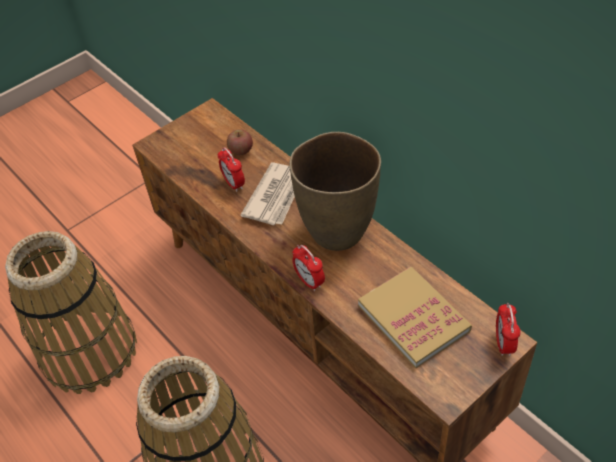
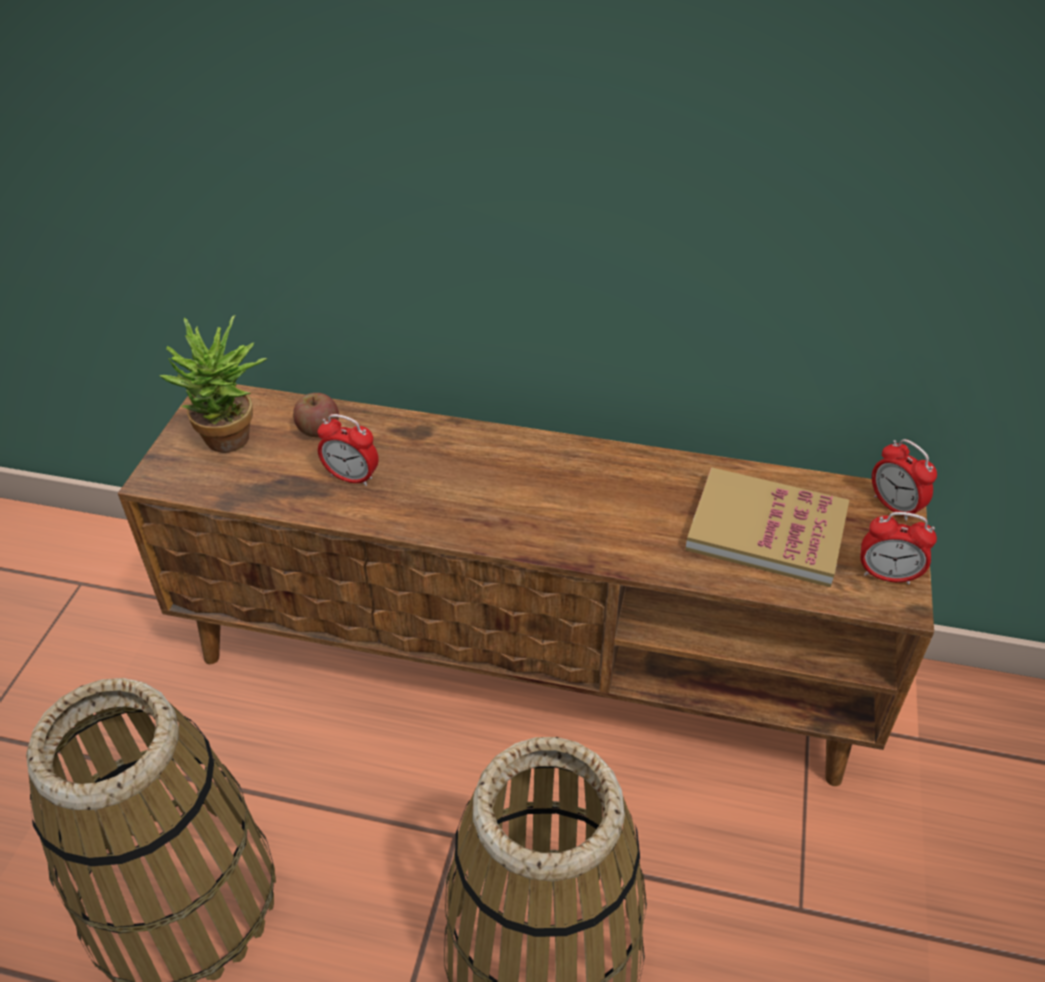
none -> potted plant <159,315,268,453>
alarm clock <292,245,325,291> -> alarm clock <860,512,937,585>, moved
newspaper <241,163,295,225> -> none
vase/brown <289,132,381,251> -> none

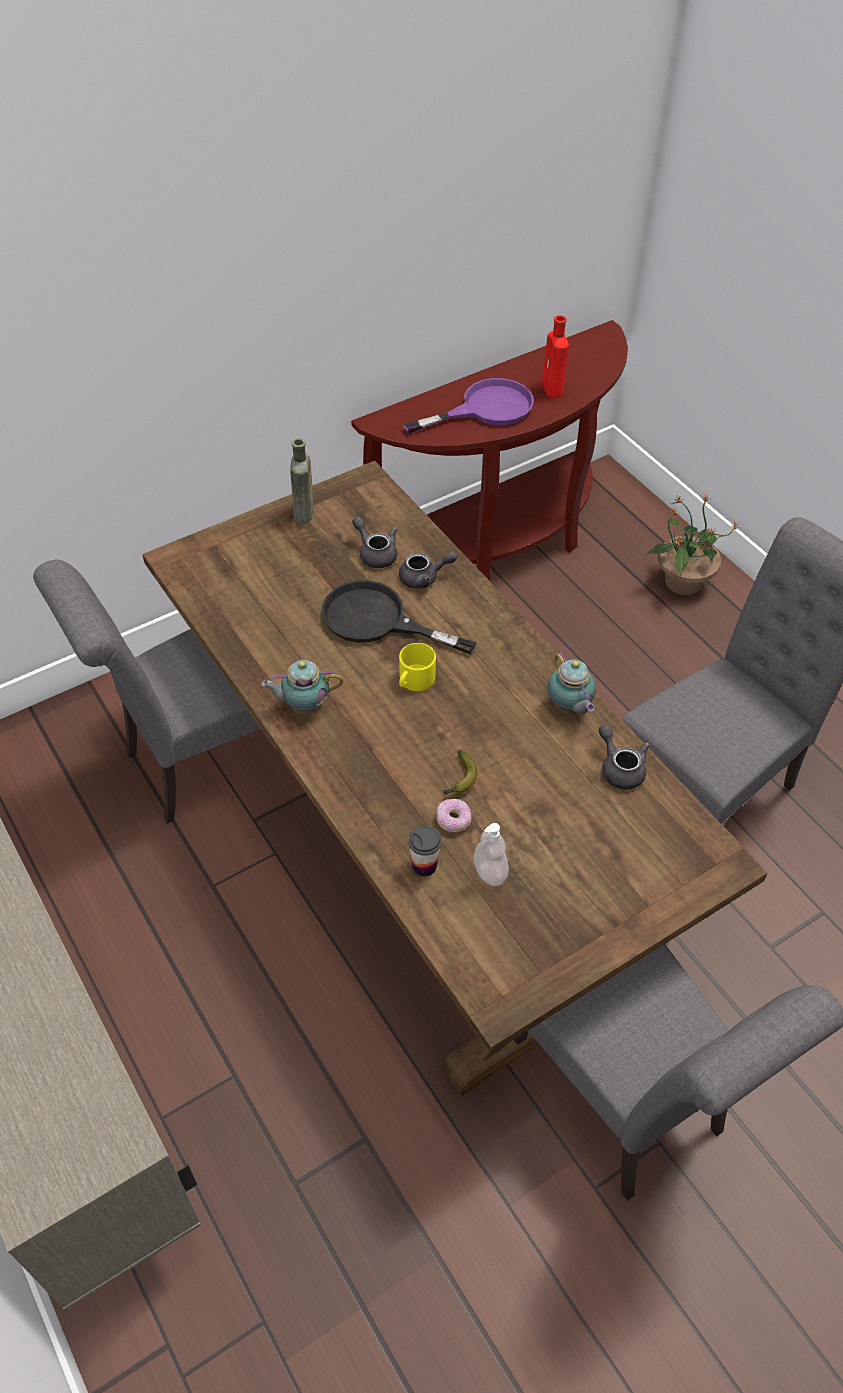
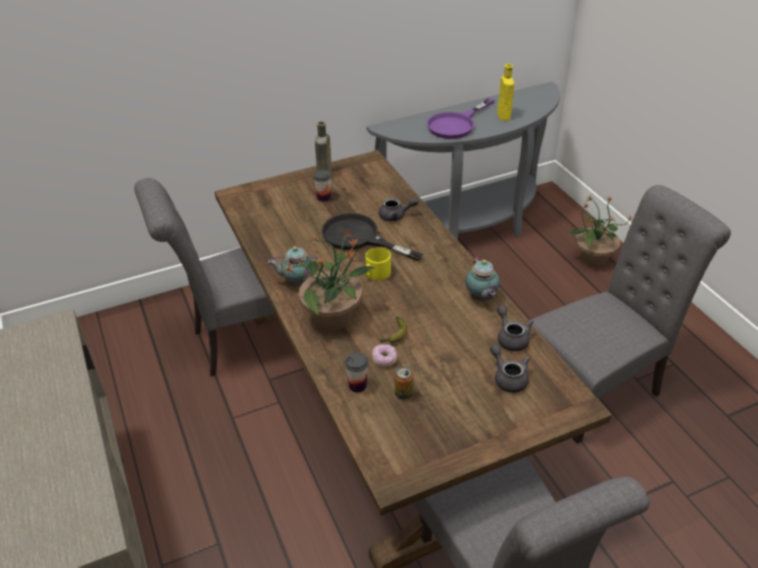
none -> potted plant <284,229,376,331>
none -> cup <313,170,331,202>
console table/brown <351,320,628,581> -> console table/grey <367,82,560,240>
soap dispenser <474,823,509,886> -> can <394,367,413,400>
frying pan/purple <403,378,534,434> -> frying pan/purple <427,98,495,139>, 150 degrees clockwise
teapot/grey <352,517,397,568> -> teapot/grey <490,344,530,393>, moved
bottle/red <542,315,569,398> -> bottle/yellow <497,64,514,121>

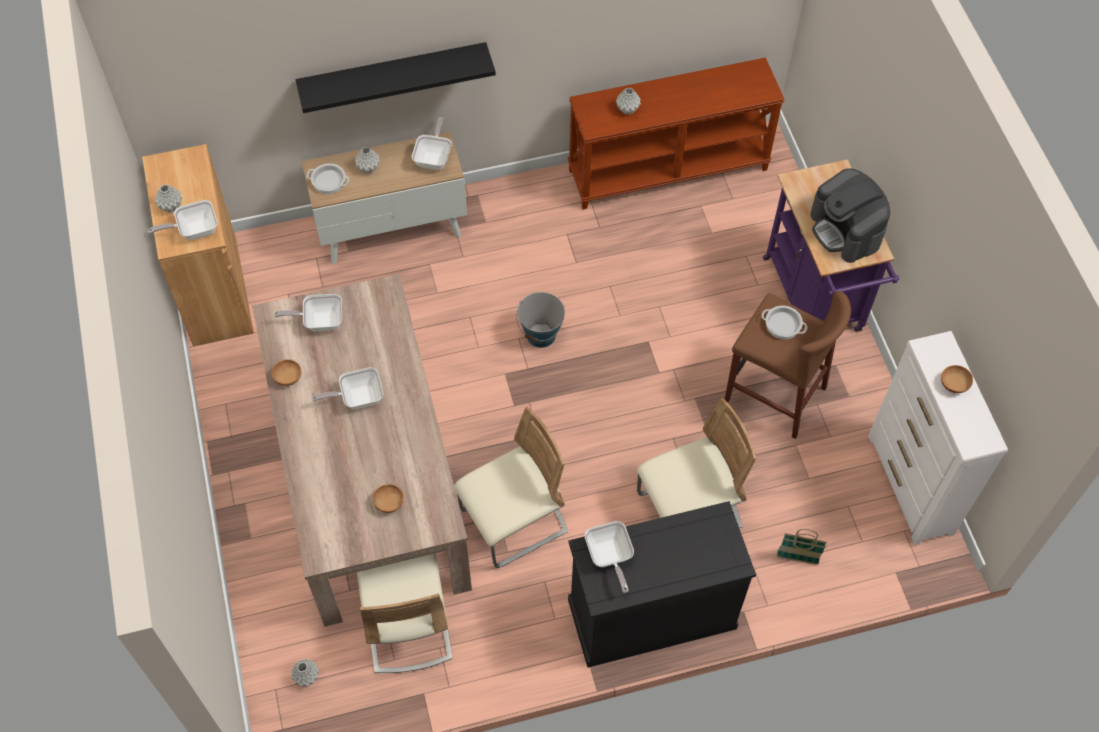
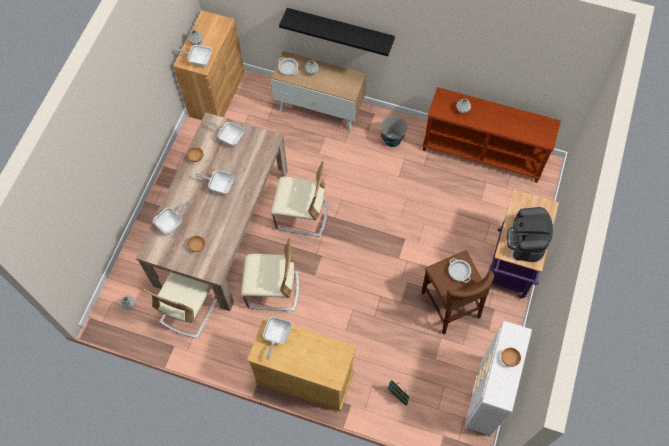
frying pan <412,117,452,170> -> frying pan <153,202,190,234>, moved
cabinet/black <568,501,756,668> -> cabinet/beige <247,317,357,411>
chair/beige <637,398,756,528> -> chair/beige <271,161,328,237>, moved
bucket <516,292,565,348> -> bucket <380,116,408,147>, moved

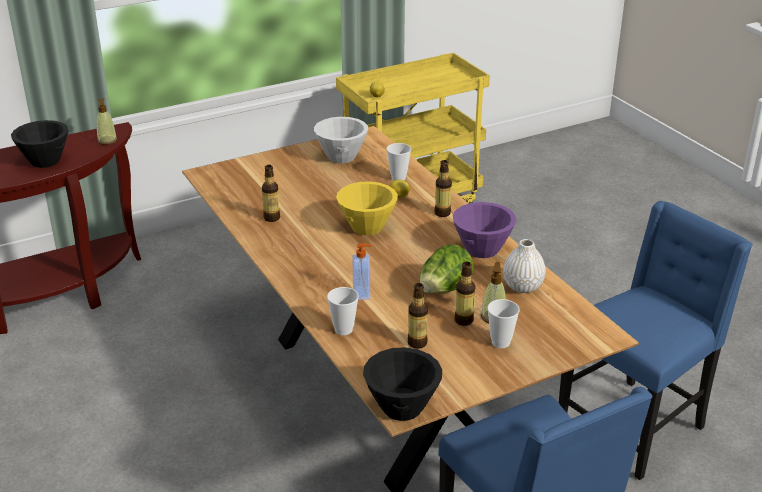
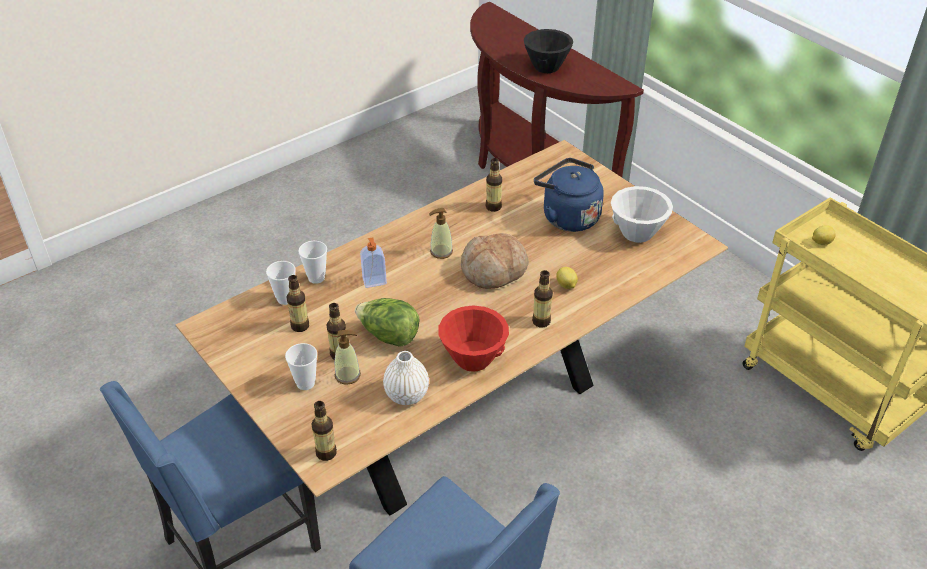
cup <386,143,411,181> -> cup <266,261,296,305>, moved
none -> bottle <312,401,337,461>
soap dispenser <97,98,117,145> -> soap dispenser <429,208,453,259>, moved
bowl/purple <453,202,517,258> -> bowl/red <439,305,509,372>
bowl/yellow <336,181,398,235> -> bread <461,233,529,289>
none -> kettle/blue <534,158,604,232>
bowl/black <363,347,442,421> -> none

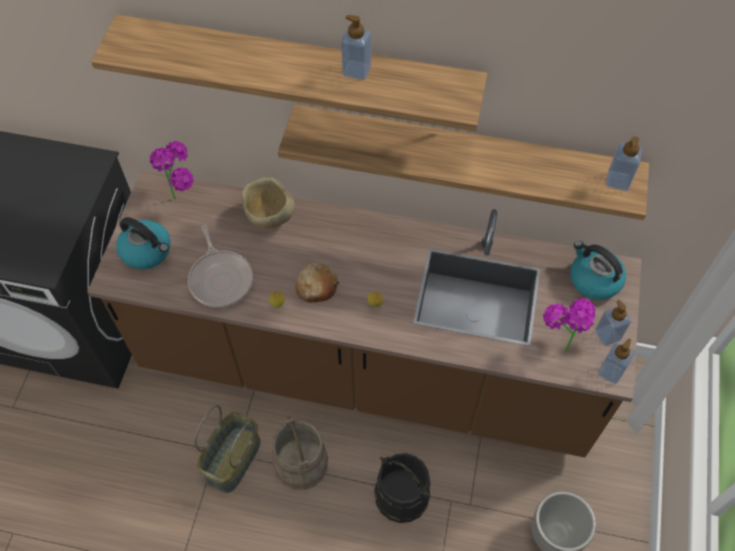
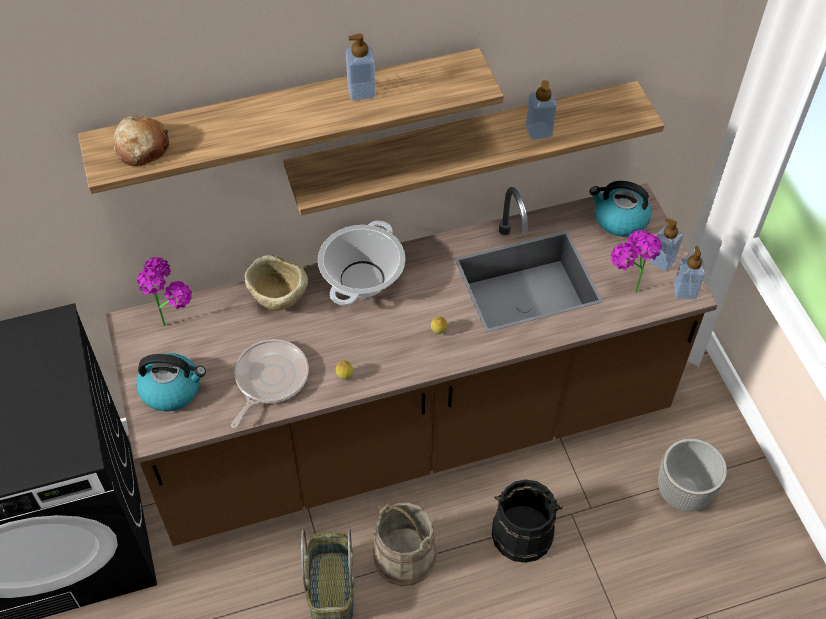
bread <295,263,339,303> -> bread <114,116,169,166>, moved
frying pan <188,225,253,308> -> frying pan <231,339,309,428>, 105 degrees counterclockwise
none -> cooking pot <318,221,405,305>
soap dispenser <606,136,642,191> -> soap dispenser <525,80,557,140>, moved

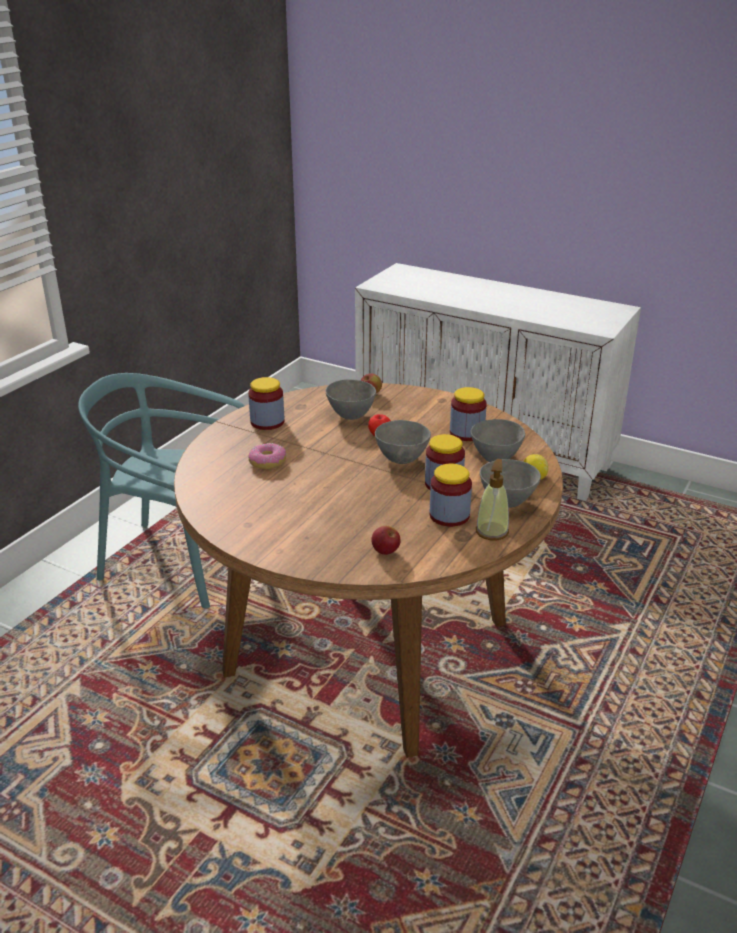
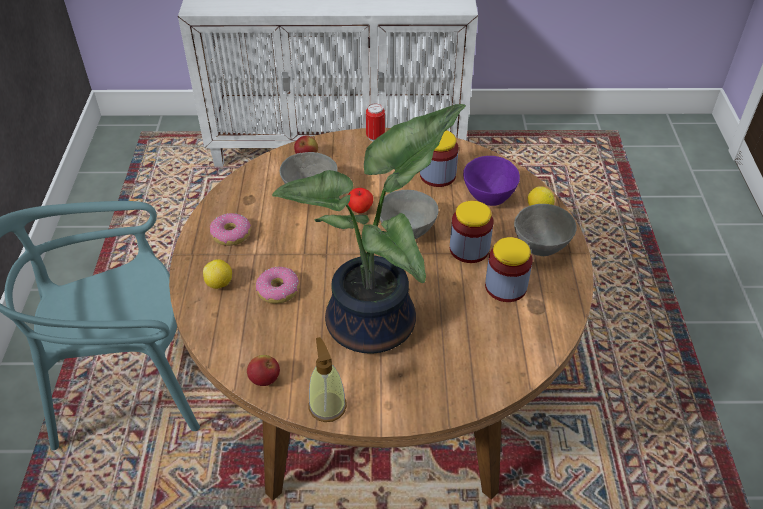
none -> lemon <203,259,232,289>
jar <248,377,284,430> -> donut <210,213,251,246>
apple <371,526,401,555> -> apple <247,355,280,386>, moved
none -> potted plant <272,104,466,354>
soap dispenser <476,459,509,541> -> soap dispenser <308,337,347,422>, moved
none -> can <366,104,385,141>
bowl/grey <471,419,525,462> -> bowl/purple <463,156,520,206>

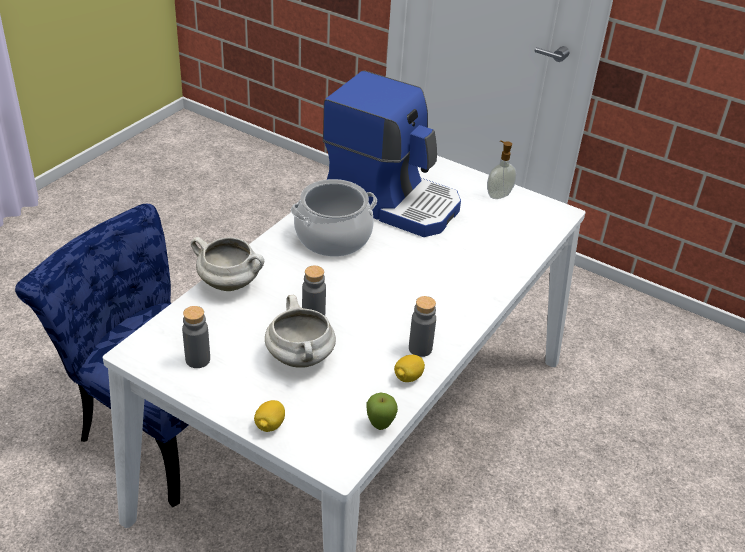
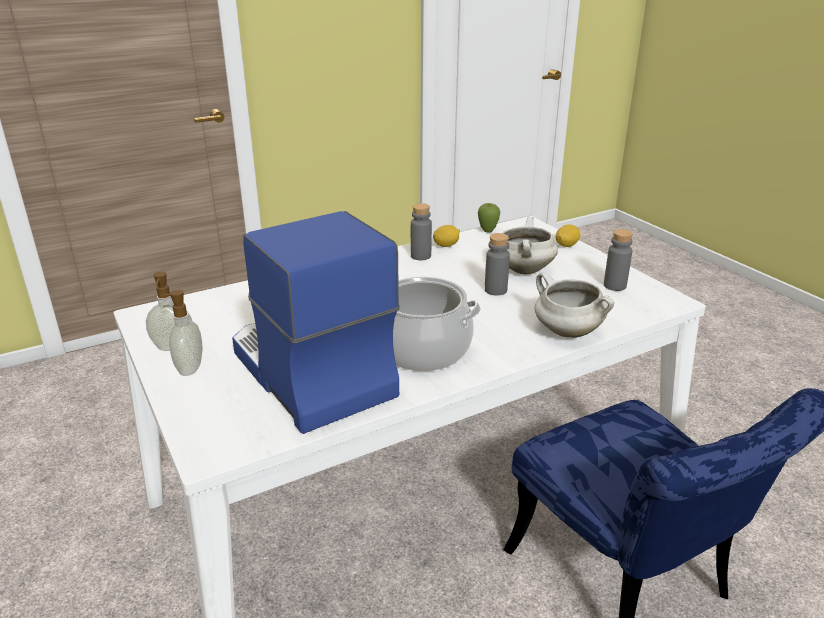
none -> soap dispenser <160,290,203,376>

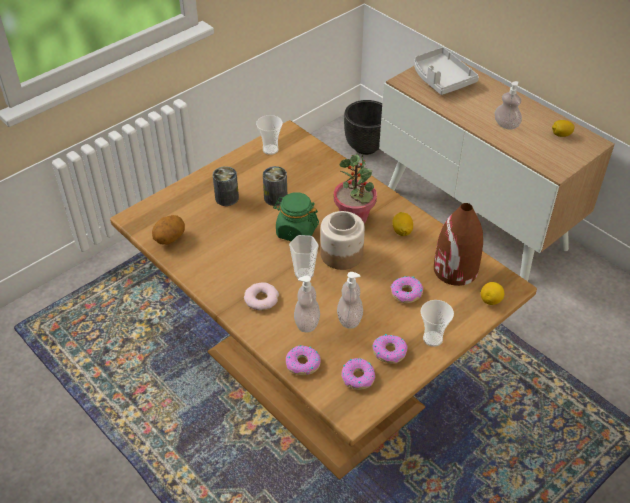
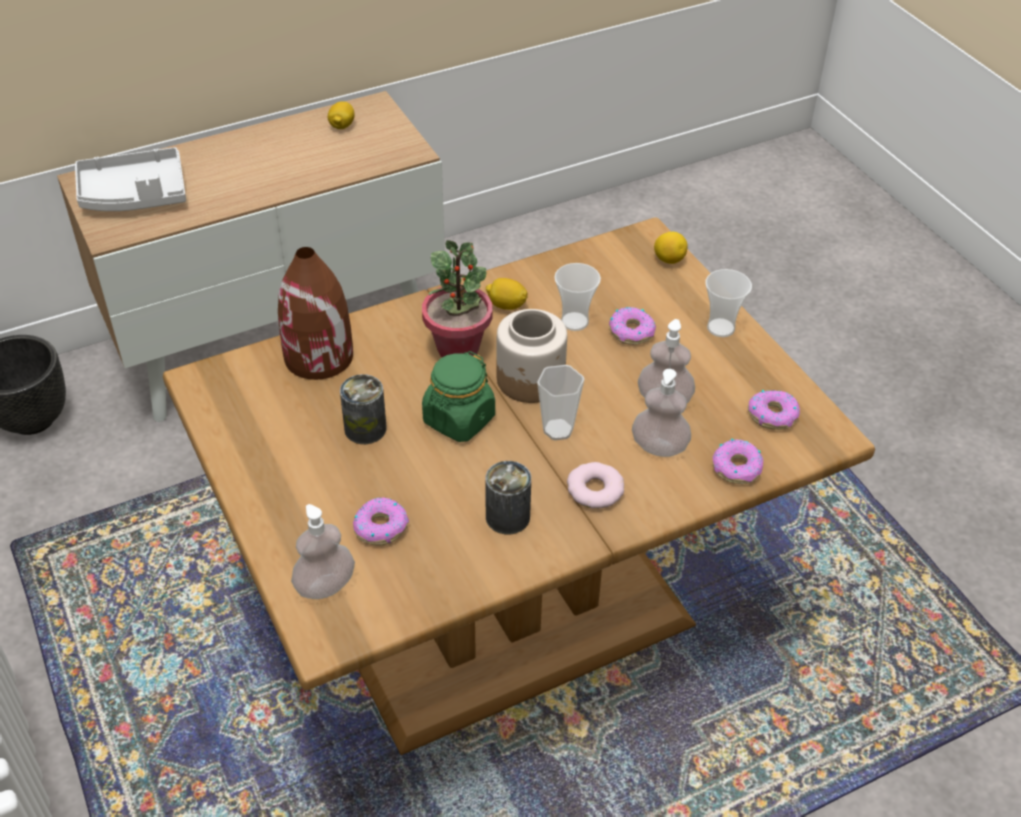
vase/brown <434,203,483,286> -> vase/brown <278,247,353,380>, moved
soap dispenser <495,81,522,130> -> soap dispenser <291,504,355,599>, moved
donut <373,334,408,364> -> donut <353,497,409,546>, moved
can <213,166,239,206> -> can <485,461,531,534>, moved
cup <256,115,283,155> -> cup <554,263,601,331>, moved
potato <152,215,185,245> -> none

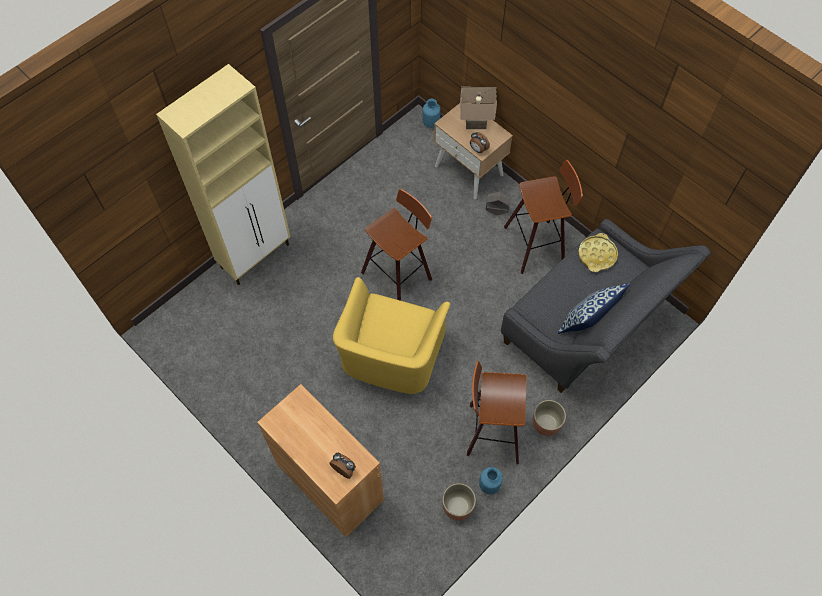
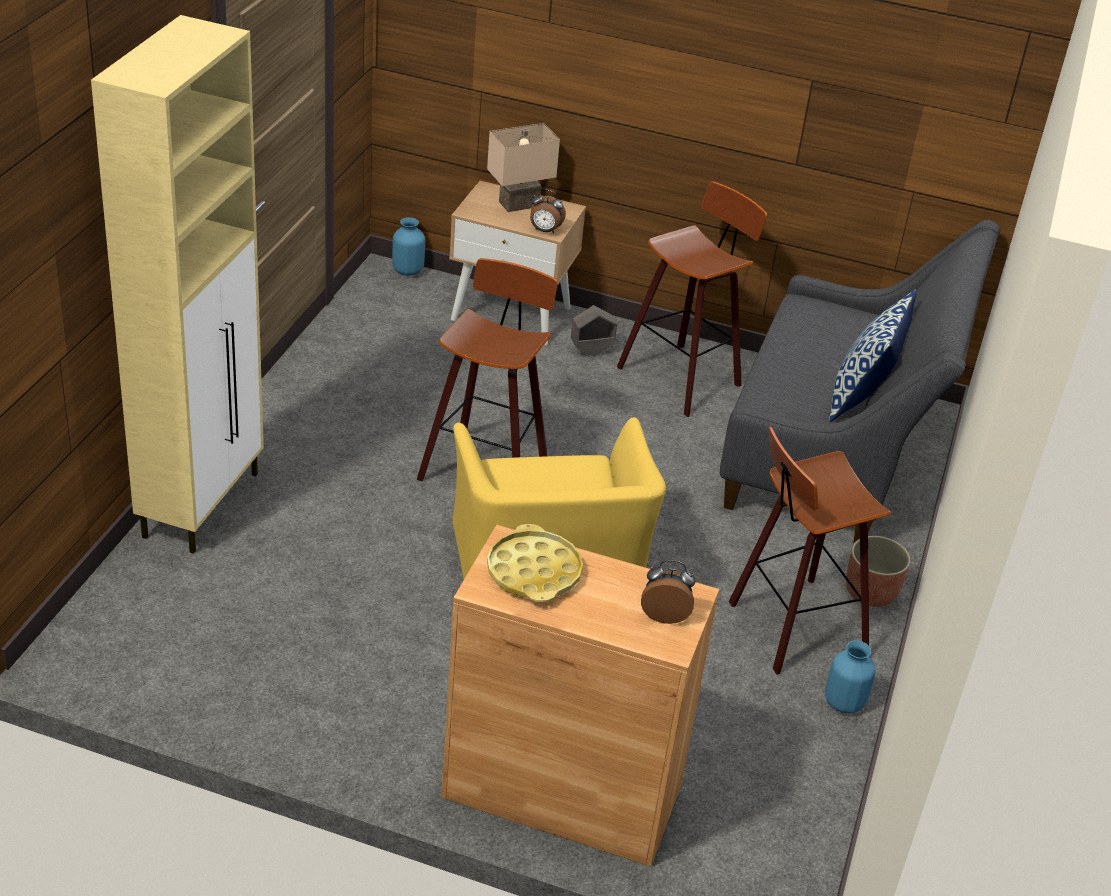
tray/yellow <578,233,618,272> -> tray/yellow <487,524,583,602>, moved
planter <442,483,476,520> -> none

